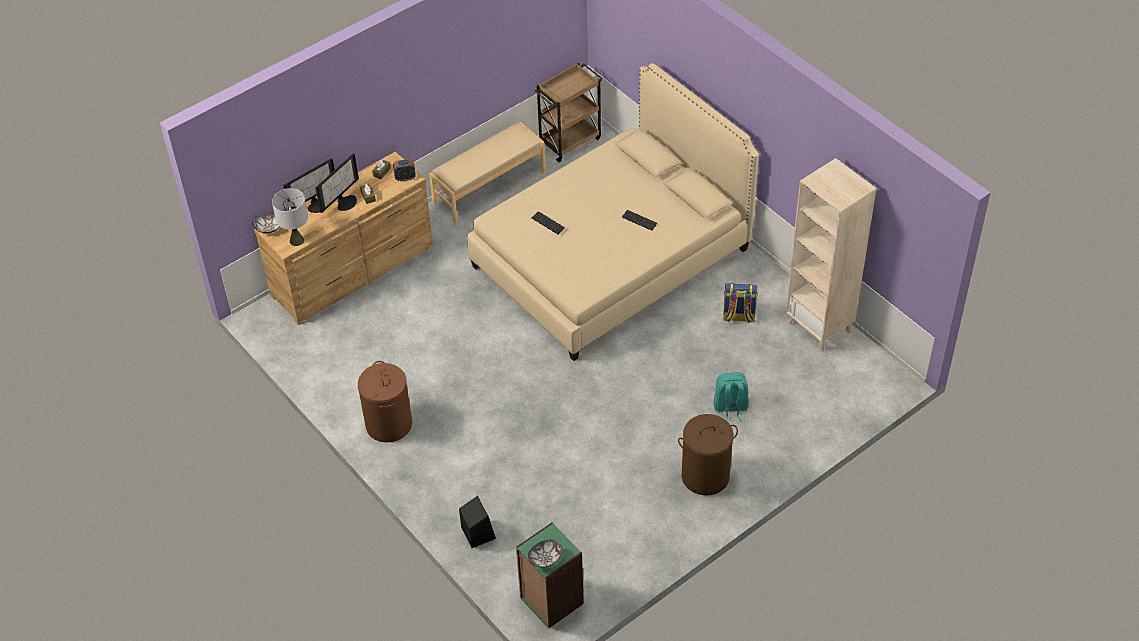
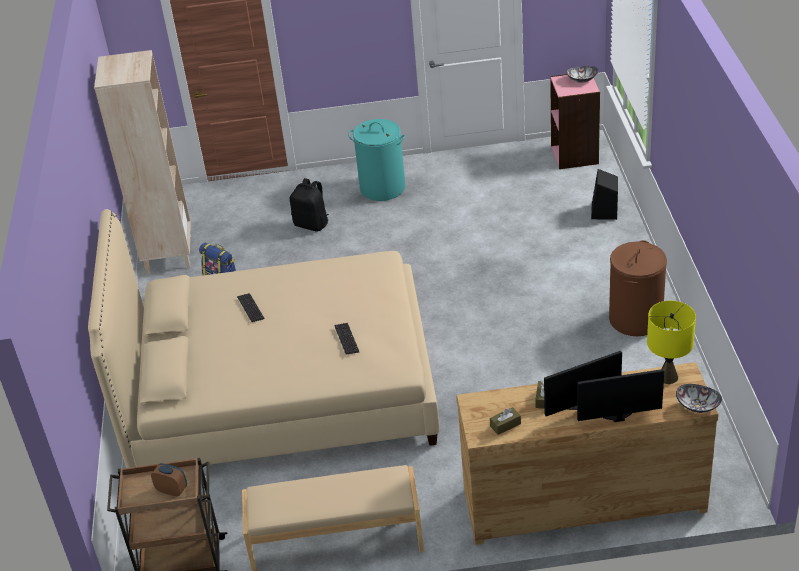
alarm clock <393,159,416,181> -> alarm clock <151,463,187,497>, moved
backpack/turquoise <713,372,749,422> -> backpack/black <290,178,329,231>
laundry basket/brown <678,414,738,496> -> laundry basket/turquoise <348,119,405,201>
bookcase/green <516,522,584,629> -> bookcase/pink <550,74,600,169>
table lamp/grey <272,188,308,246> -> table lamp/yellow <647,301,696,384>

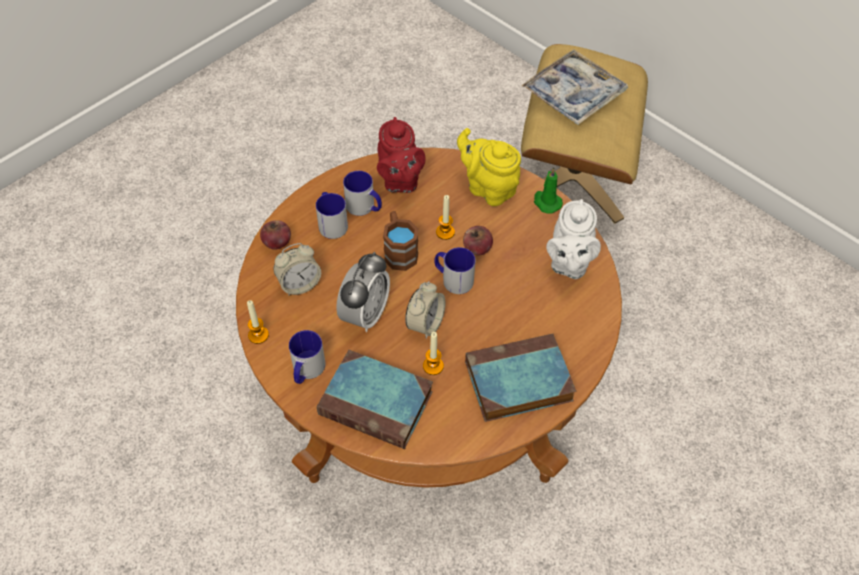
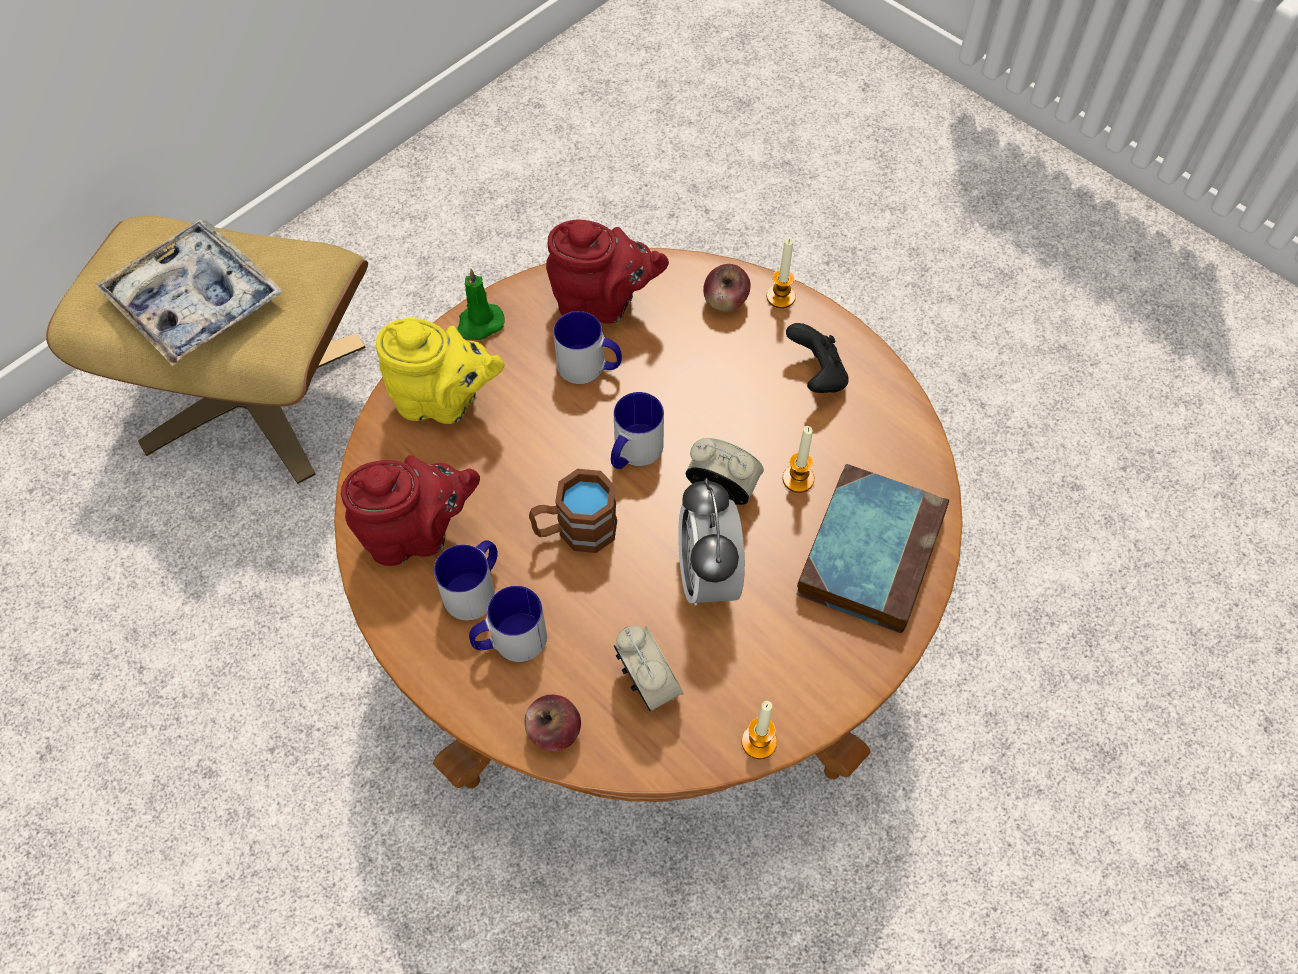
teapot/yellow <457,128,521,206> -> teapot/yellow <376,318,504,424>, 120 degrees counterclockwise
teapot/white <546,199,601,279> -> teapot/red <546,219,669,324>
mug <289,330,326,384> -> mug <553,311,622,384>, moved
alarm clock <336,252,390,332> -> alarm clock <678,478,745,606>, 120 degrees counterclockwise
apple <463,226,493,256> -> apple <703,264,751,312>, moved
candle <436,195,455,240> -> candle <766,238,796,308>, moved
book <465,334,576,422> -> game controller/black <786,323,849,393>

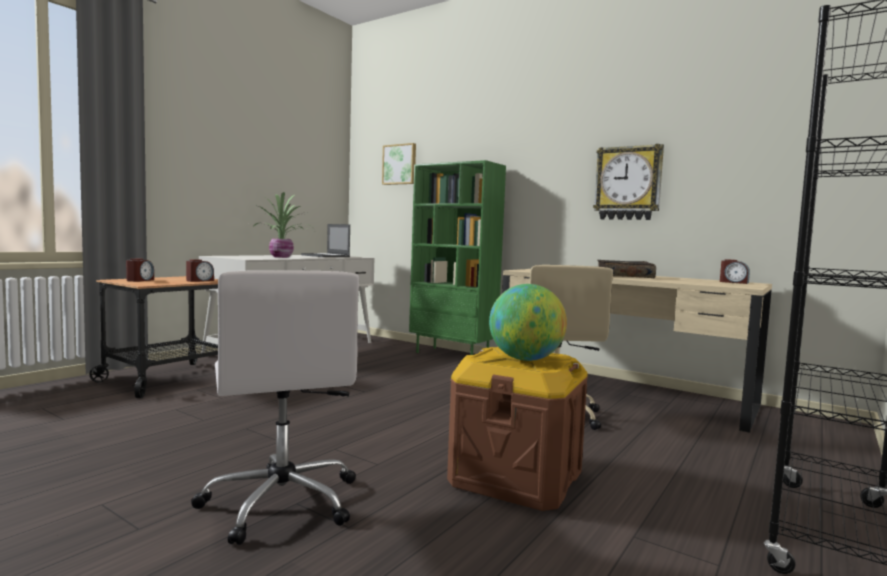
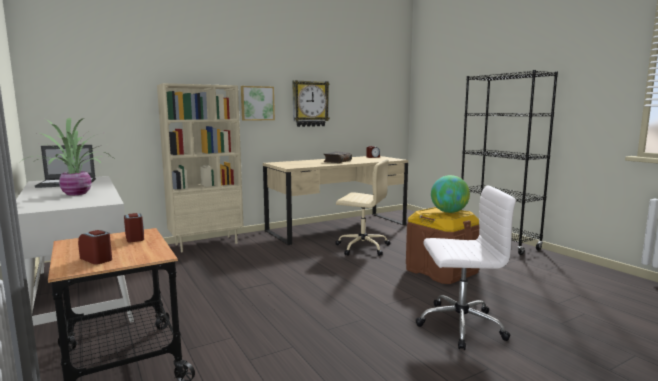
bookcase/green <409,160,506,355> -> bookcase/beige <157,83,244,252>
picture <382,143,416,185> -> picture <241,86,275,121>, moved

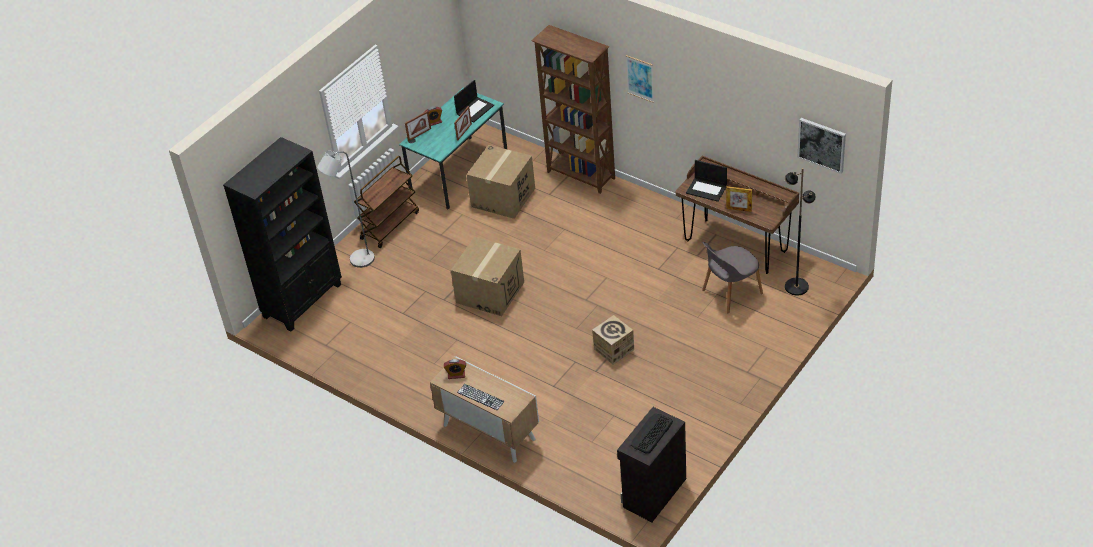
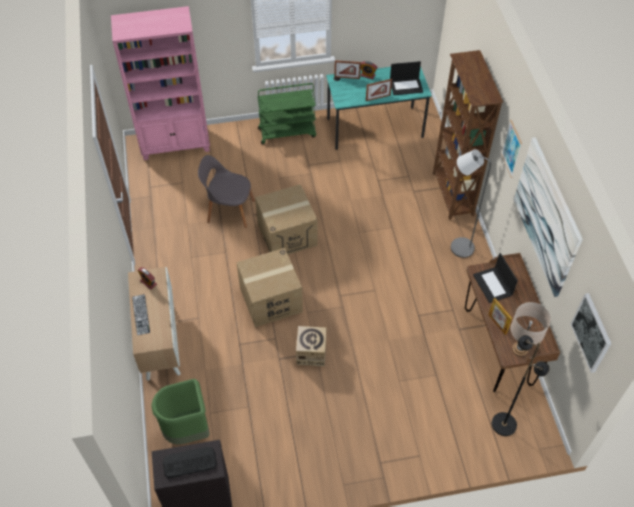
bookcase/black <223,137,342,332> -> bookcase/pink <111,6,210,160>
none -> trash can/green <151,379,210,444>
chair/grey <702,242,763,313> -> chair/grey <198,155,255,228>, moved
cardboard box <466,145,535,219> -> cardboard box <236,248,303,327>, moved
cart/brown <354,156,419,248> -> cart/green <257,83,316,144>
floor lamp/grey <317,151,375,268> -> floor lamp/grey <451,149,491,258>, moved
none -> table lamp/beige <510,302,551,357>
none -> picture <514,137,583,297>

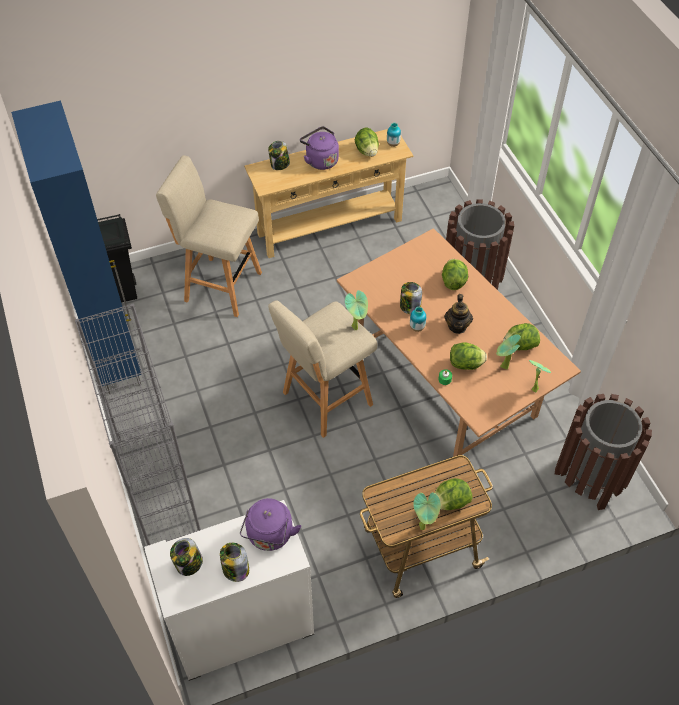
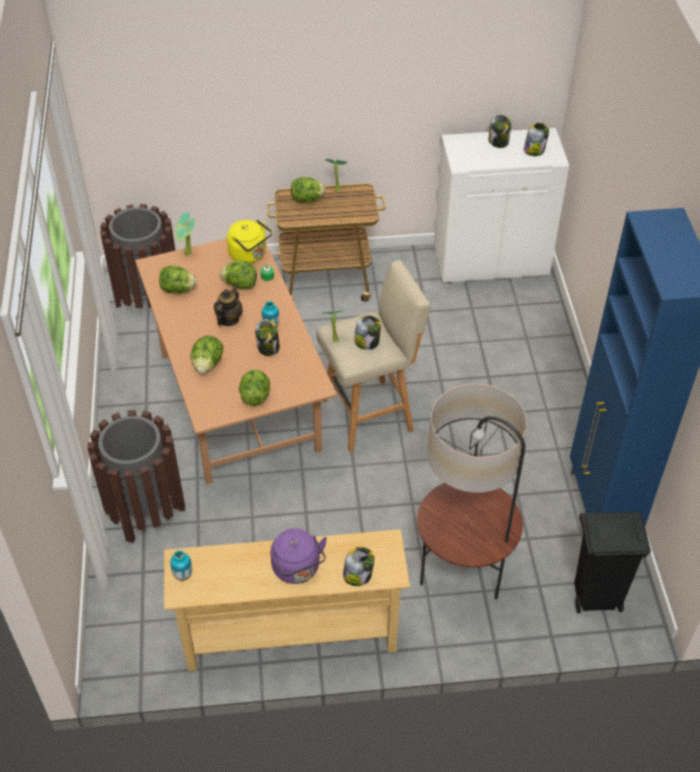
none -> kettle/yellow <227,219,272,263>
lettuce <355,127,379,157> -> lettuce <239,369,270,406>, moved
none -> jar <354,315,381,350>
stool/beige <156,155,262,317> -> floor lamp <417,384,527,600>
bookcase/grey <75,303,201,545> -> none
kettle/purple <240,498,301,551> -> none
potted plant <496,334,521,369> -> none

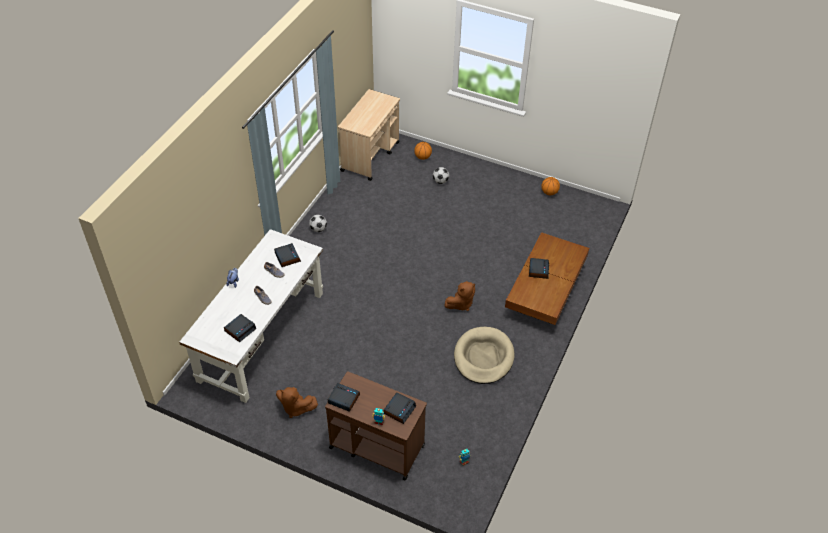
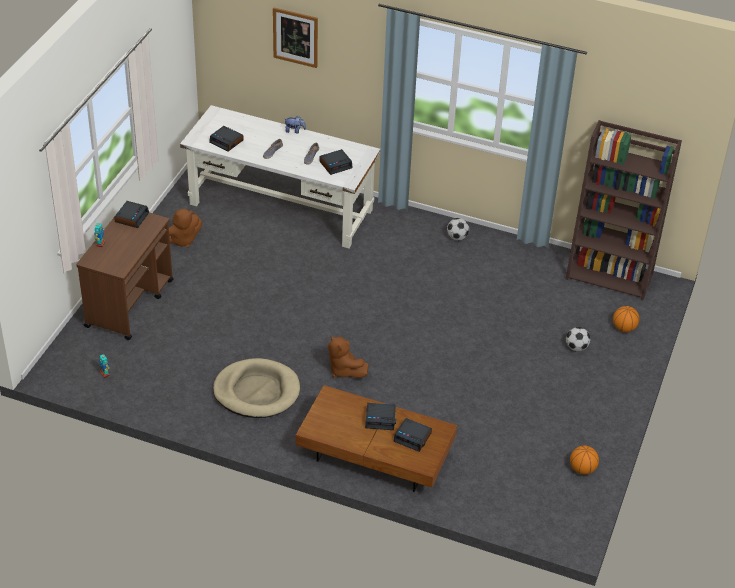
plush toy/brown <276,387,318,418> -> plush toy/brown <169,208,202,248>, 135 degrees counterclockwise
none -> picture <273,7,318,68>
alarm clock <383,392,416,424> -> alarm clock <394,418,432,452>, moved
cart/beige <338,89,400,181> -> bookcase/brown <566,120,682,300>

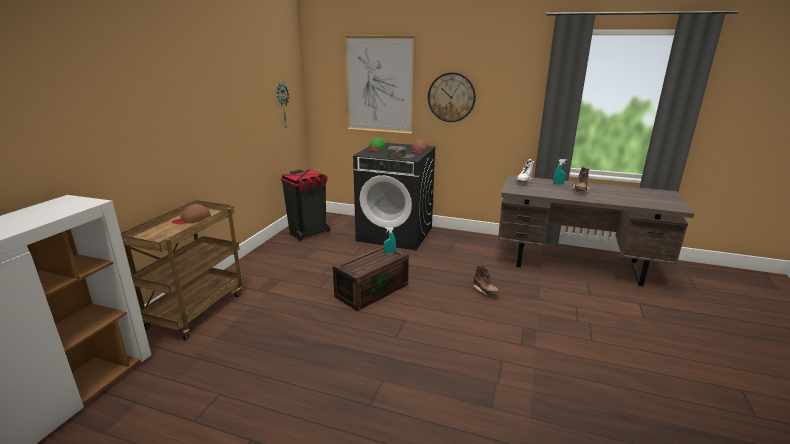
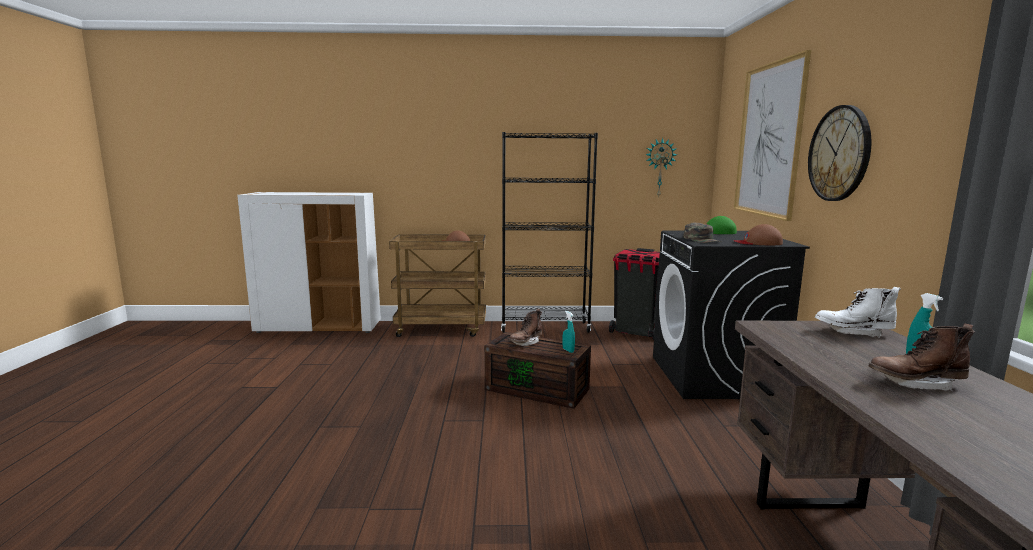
none -> bookcase/black <501,132,598,333>
boot/brown <473,265,500,295> -> boot/brown <508,309,542,346>, moved

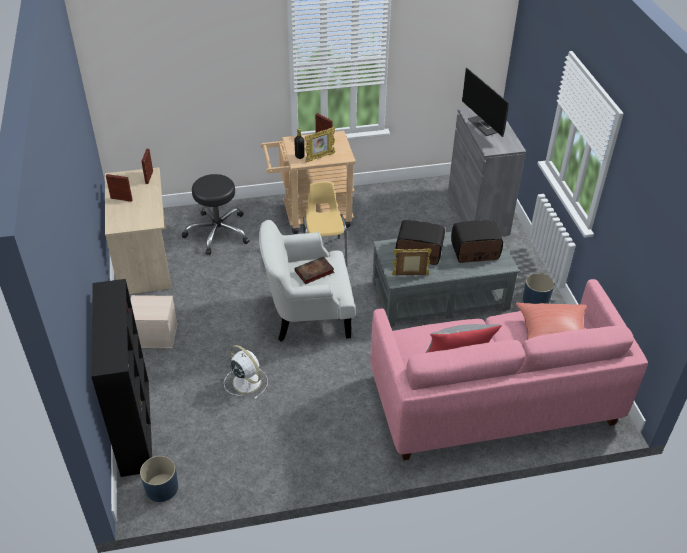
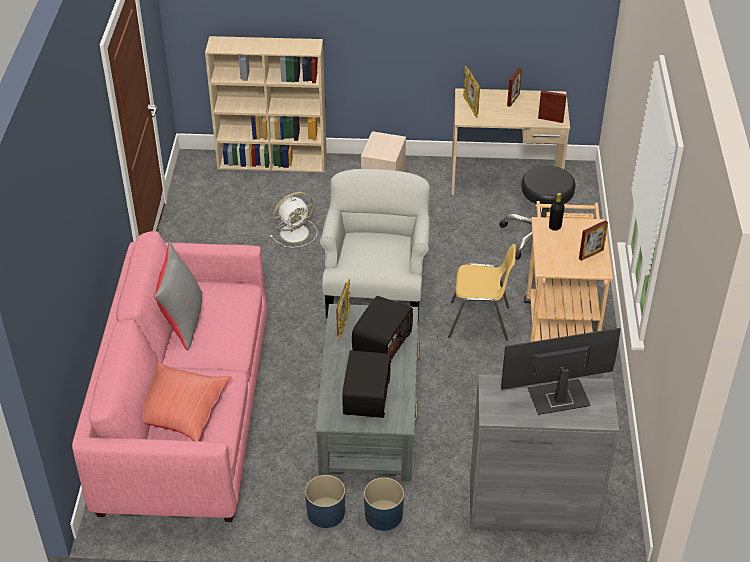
bookcase/black <91,279,152,477> -> bookcase/beige <205,36,327,172>
planter/blue <140,456,178,502> -> planter/blue <364,477,404,531>, moved
picture frame <305,127,335,163> -> picture frame <463,66,480,118>, moved
book <295,256,334,284> -> none

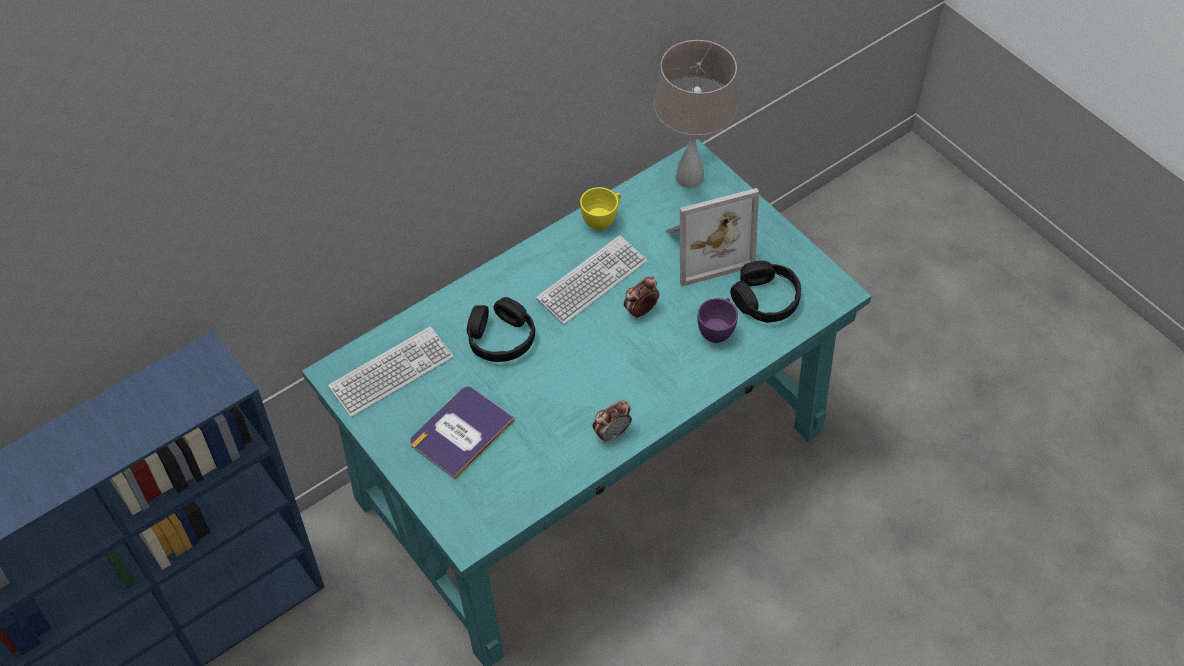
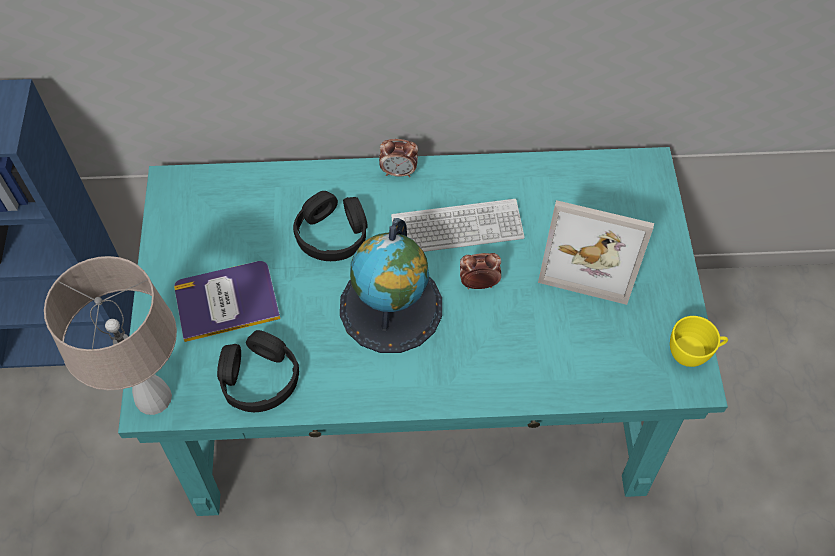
table lamp/beige <654,40,737,188> -> table lamp/beige <44,256,177,415>, moved
headphones/black <730,261,801,323> -> headphones/black <217,330,299,412>, moved
none -> globe <340,218,442,353>
alarm clock <592,400,632,443> -> alarm clock <379,139,418,177>, moved
cup/yellow <580,187,621,230> -> cup/yellow <670,316,728,367>, moved
keyboard <328,326,454,417> -> none
cup/purple <698,298,738,343> -> none

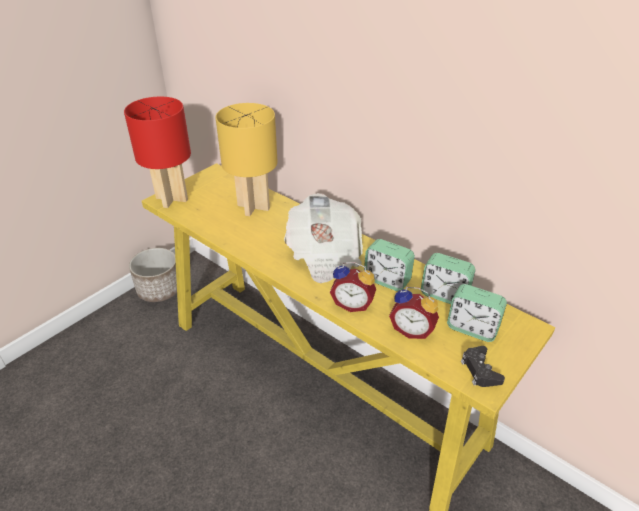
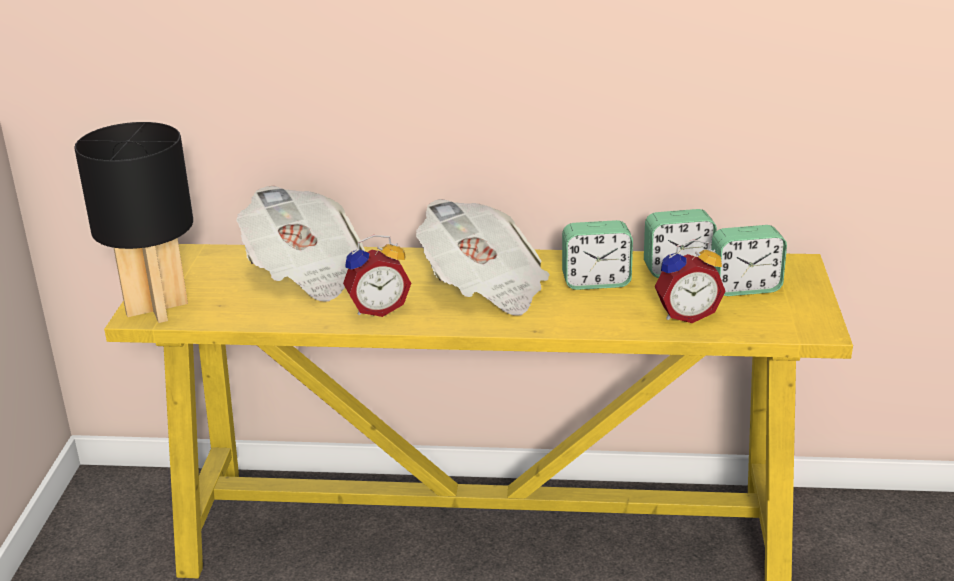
table lamp/red <124,97,191,208> -> table lamp/black <74,122,193,323>
table lamp/yellow <216,103,278,216> -> newspaper <237,186,365,302>
alarm clock <330,262,376,312> -> alarm clock <343,235,411,317>, moved
planter <129,248,177,302> -> none
game controller/black <461,346,505,387> -> none

